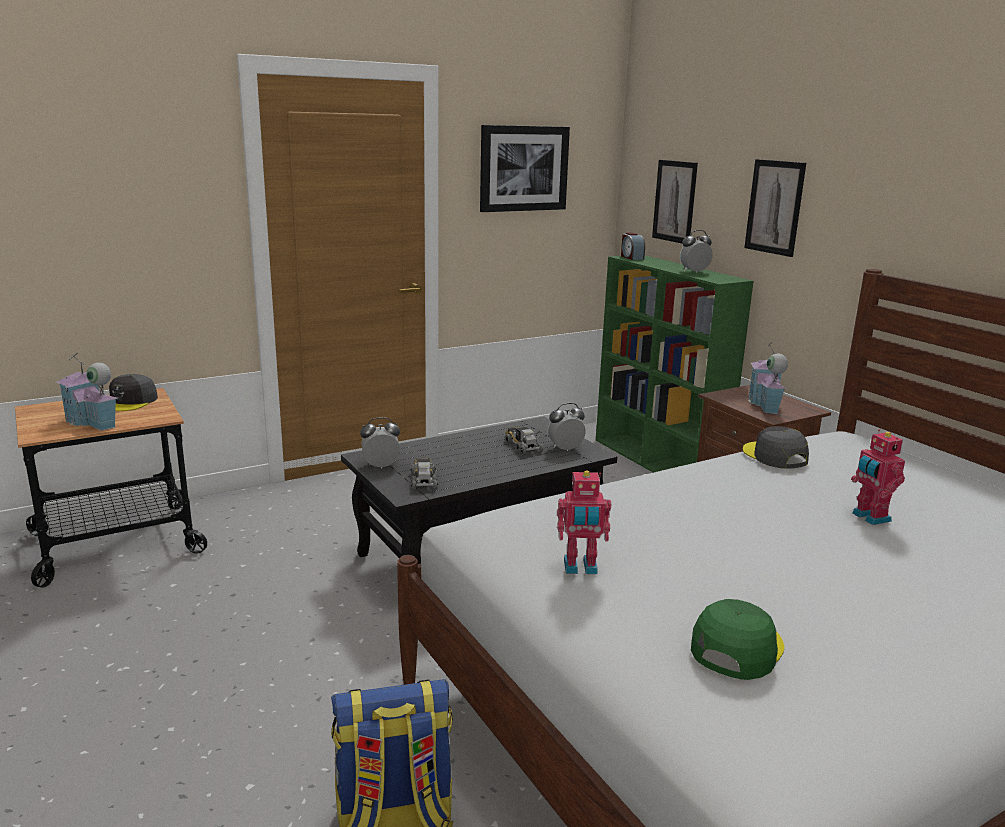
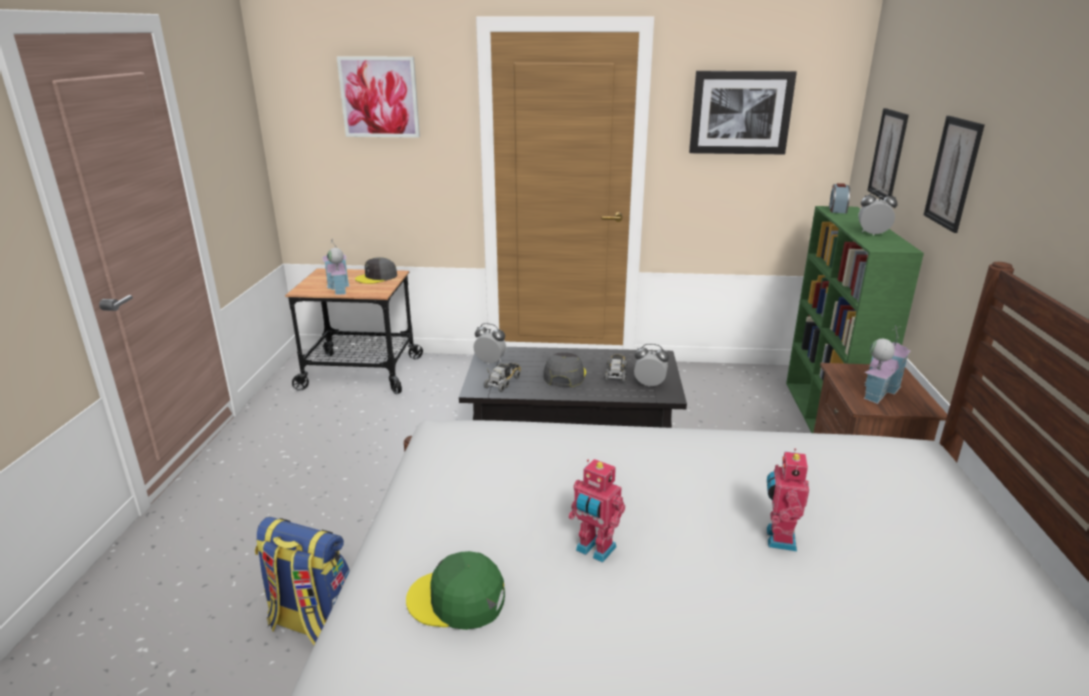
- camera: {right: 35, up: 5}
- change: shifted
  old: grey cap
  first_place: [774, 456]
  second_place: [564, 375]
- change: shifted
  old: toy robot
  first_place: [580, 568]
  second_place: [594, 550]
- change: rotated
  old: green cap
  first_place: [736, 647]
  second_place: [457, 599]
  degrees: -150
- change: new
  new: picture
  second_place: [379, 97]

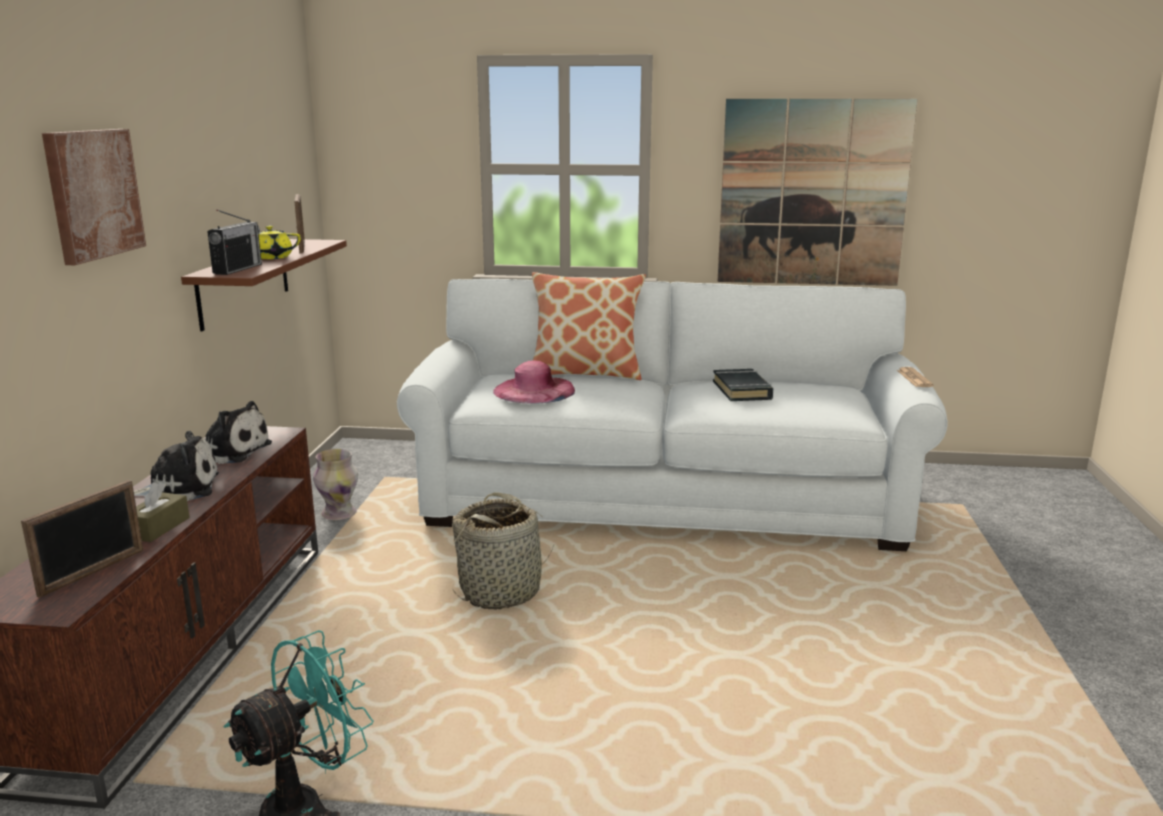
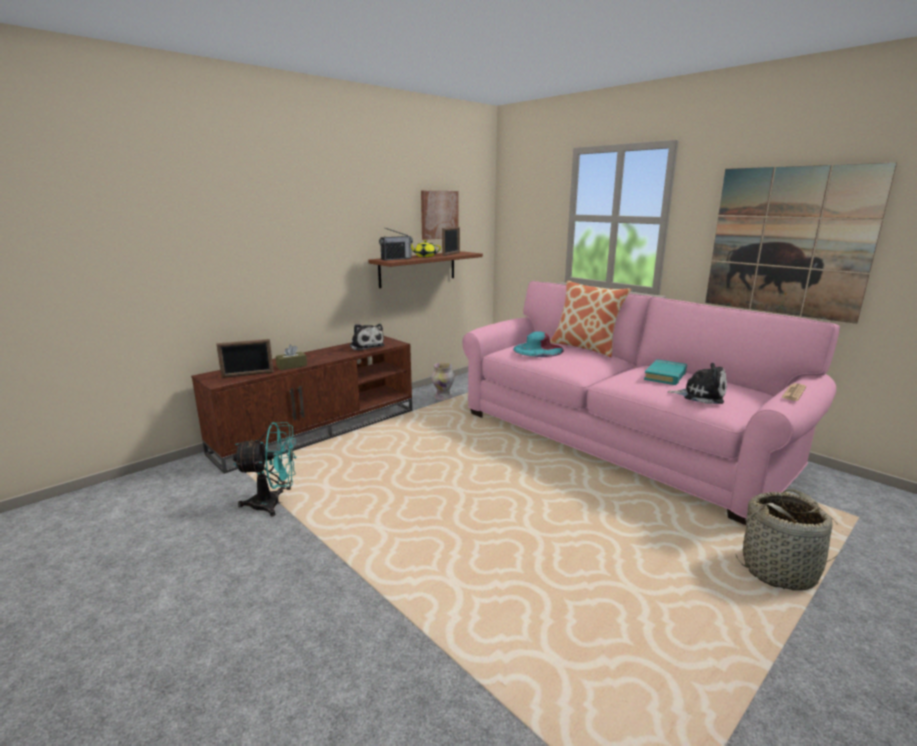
- camera: {right: 40, up: 0}
- change: shifted
  old: picture
  first_place: [93, 194]
  second_place: [439, 214]
- change: repainted
  old: white sofa
  new: pink sofa
  first_place: [663, 500]
  second_place: [616, 440]
- change: repainted
  old: pink hat
  new: turquoise hat
  first_place: [534, 390]
  second_place: [538, 349]
- change: repainted
  old: black book
  new: turquoise book
  first_place: [742, 390]
  second_place: [665, 376]
- change: shifted
  old: plush toy
  first_place: [179, 488]
  second_place: [700, 395]
- change: shifted
  old: basket
  first_place: [501, 591]
  second_place: [779, 570]

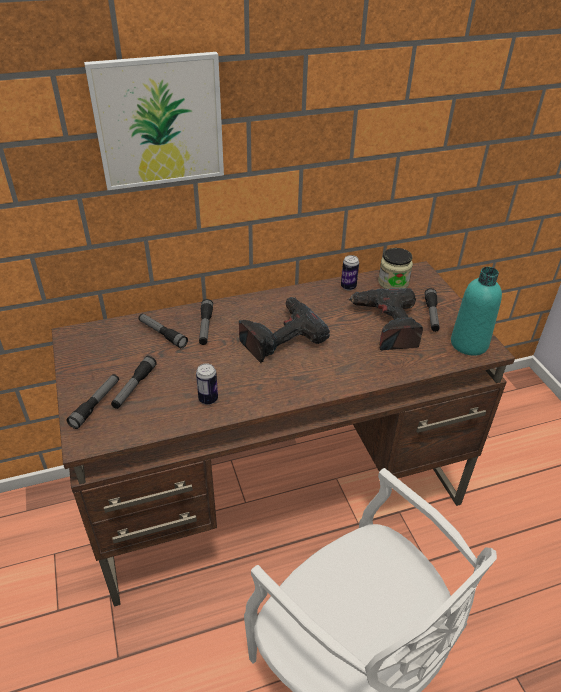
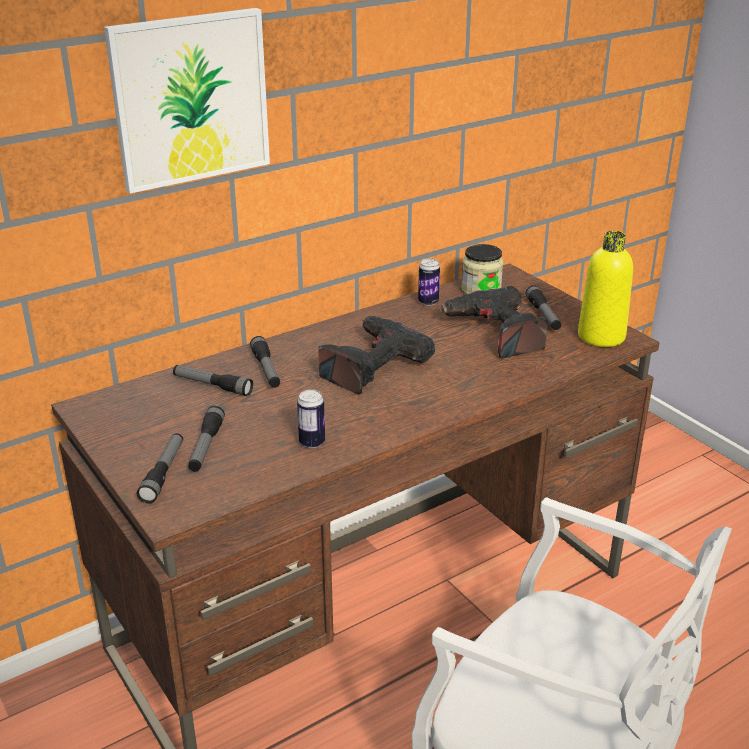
- camera: {right: -15, up: -10}
- change: repainted
  old: turquoise bottle
  new: yellow bottle
  first_place: [469, 344]
  second_place: [601, 336]

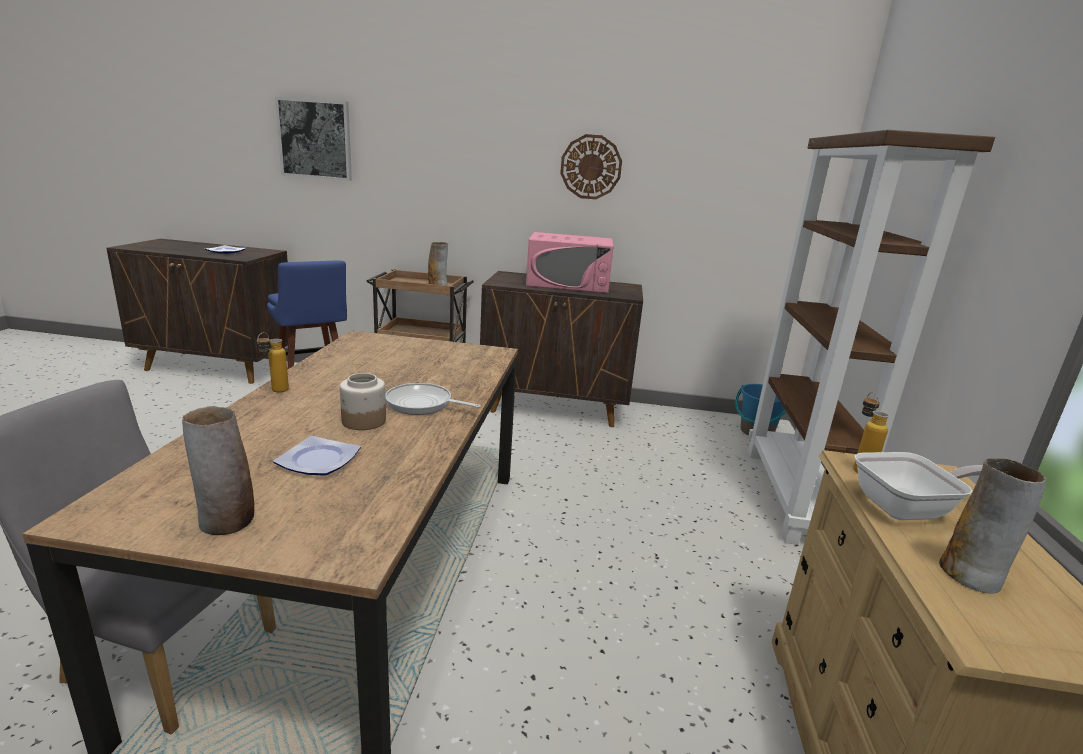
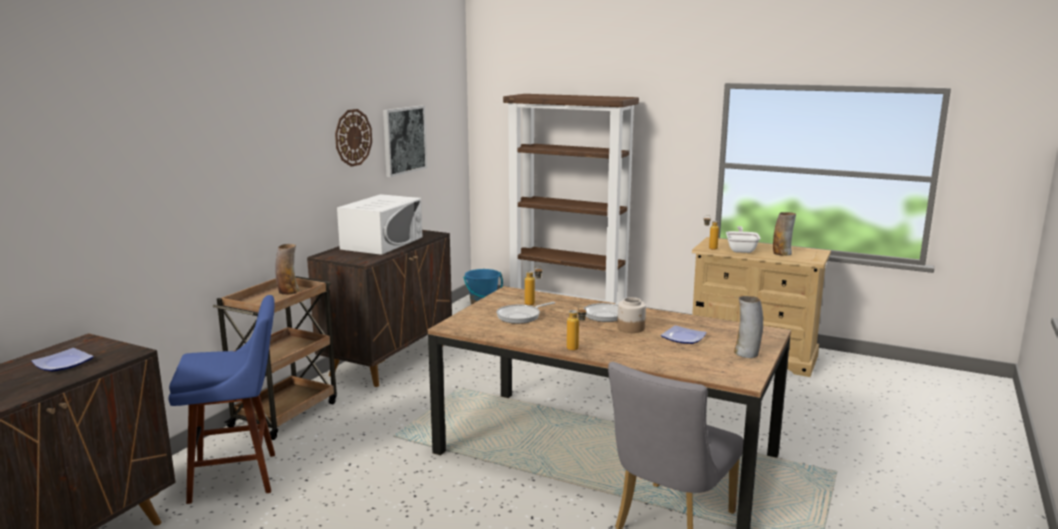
- camera: {right: -70, up: -5}
- change: shifted
  old: picture
  first_place: [315, 139]
  second_place: [404, 140]
- change: repainted
  old: pink microwave
  new: white microwave
  first_place: [568, 284]
  second_place: [382, 243]
- change: new
  new: bottle
  second_place: [533, 304]
- change: new
  new: frying pan
  second_place: [521, 316]

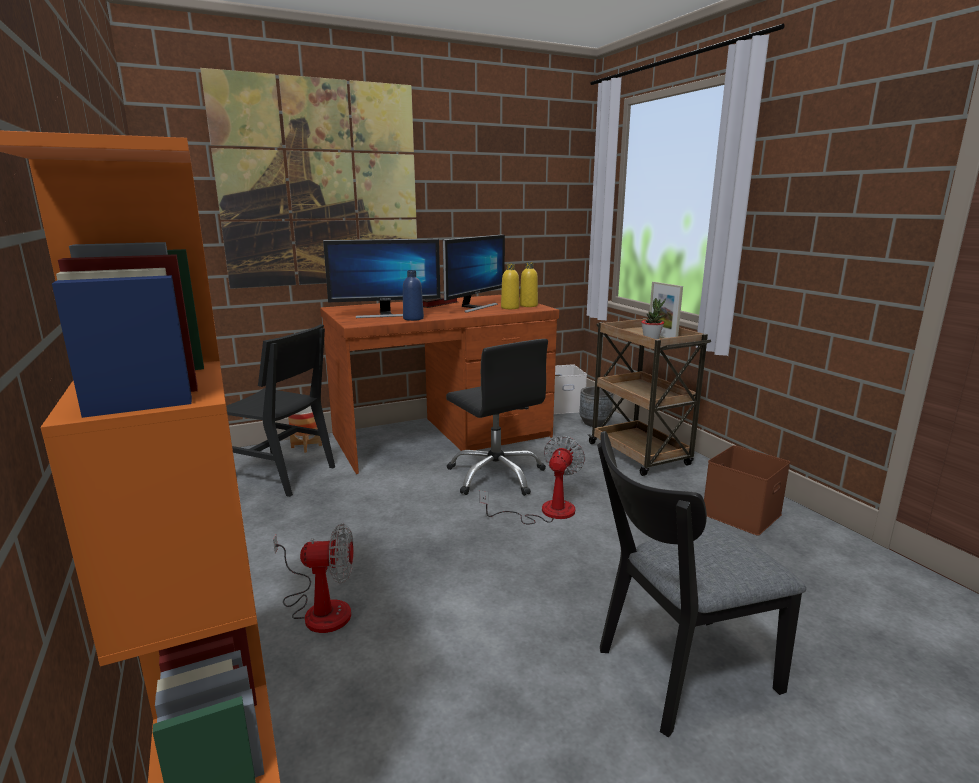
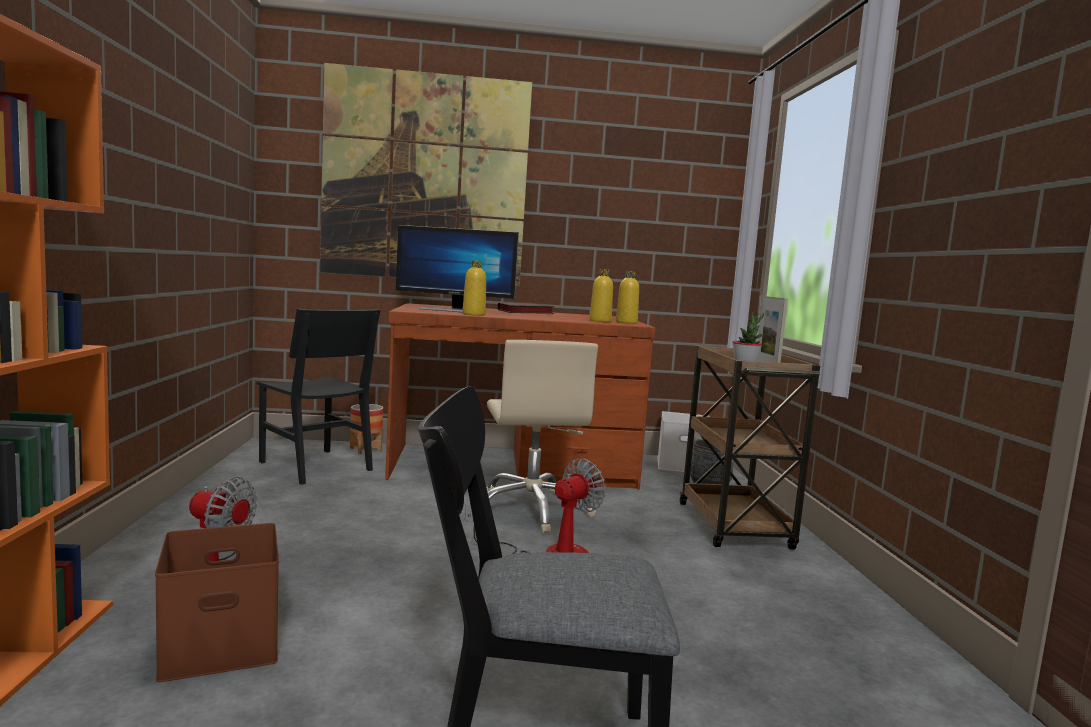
- camera: {right: 20, up: -10}
- change: gone
  old: monitor
  first_place: [474, 307]
- change: repainted
  old: blue bottle
  new: yellow bottle
  first_place: [413, 318]
  second_place: [473, 314]
- change: repainted
  old: black office chair
  new: beige office chair
  first_place: [496, 475]
  second_place: [531, 510]
- change: shifted
  old: brown storage box
  first_place: [740, 513]
  second_place: [223, 642]

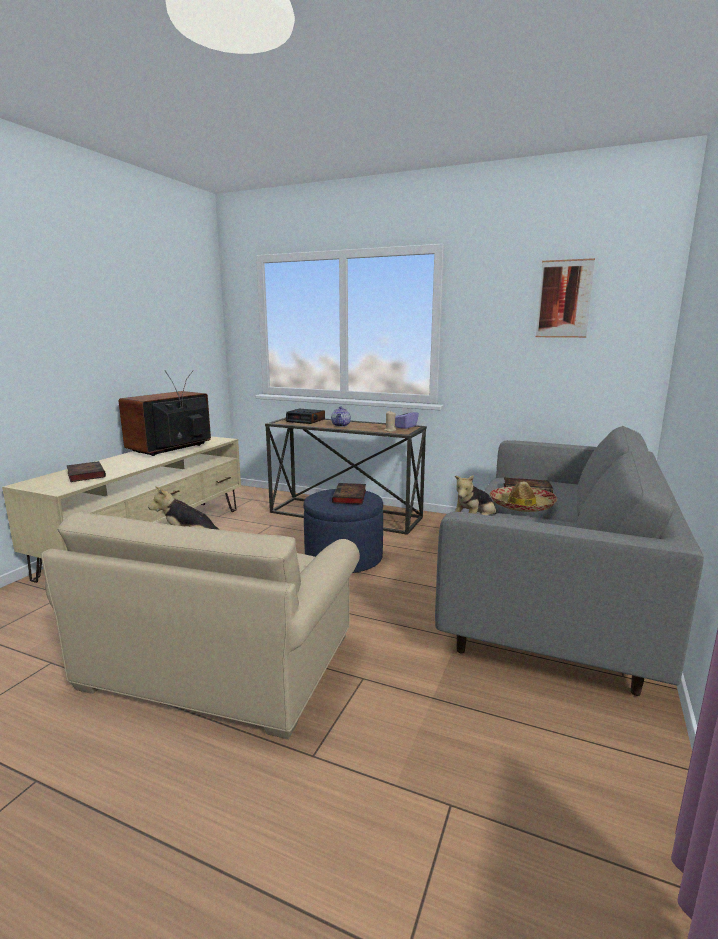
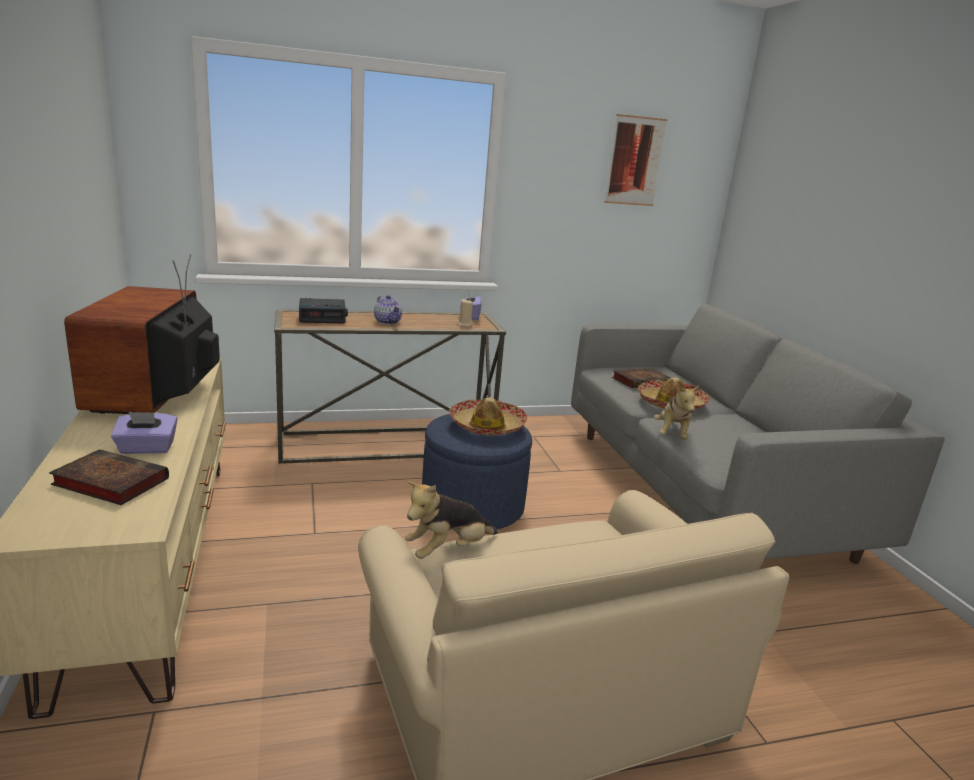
- camera: {right: -40, up: 5}
- change: swapped
  old: book
  new: hat
  first_place: [350, 497]
  second_place: [486, 426]
- change: new
  new: purple tissue box
  second_place: [146, 449]

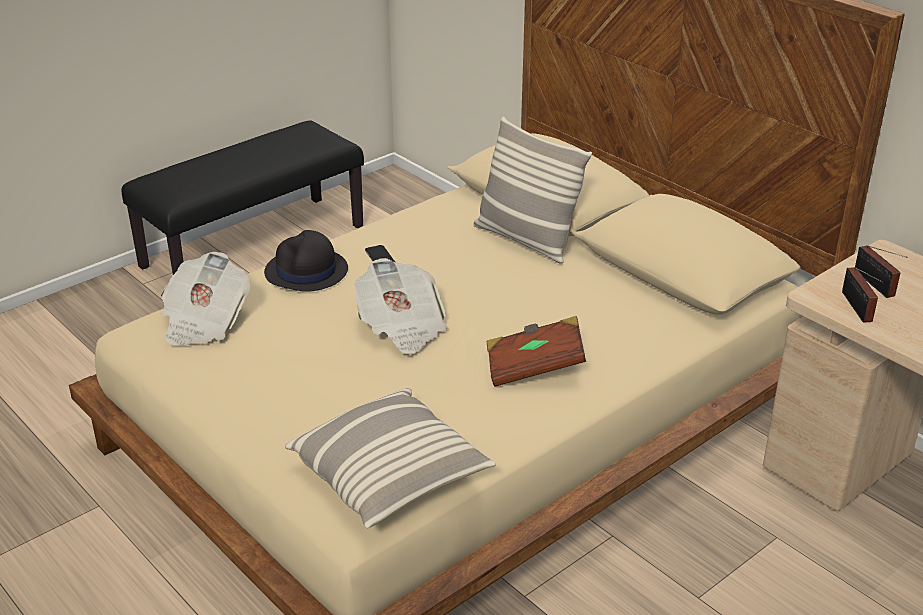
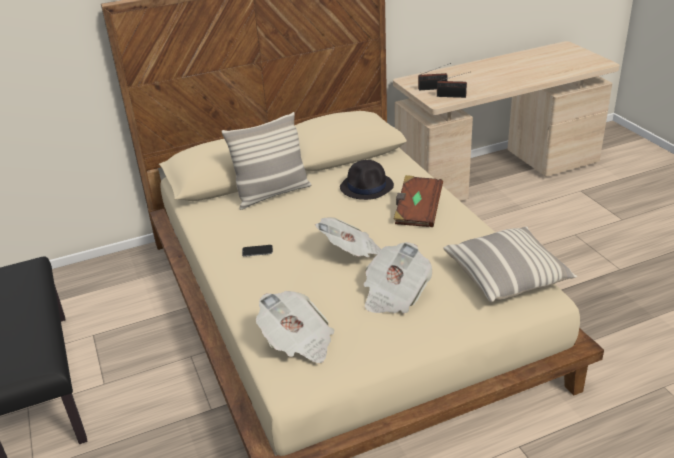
- camera: {right: -70, up: 0}
- change: shifted
  old: black hat
  first_place: [306, 272]
  second_place: [367, 187]
- change: new
  new: newspaper
  second_place: [394, 294]

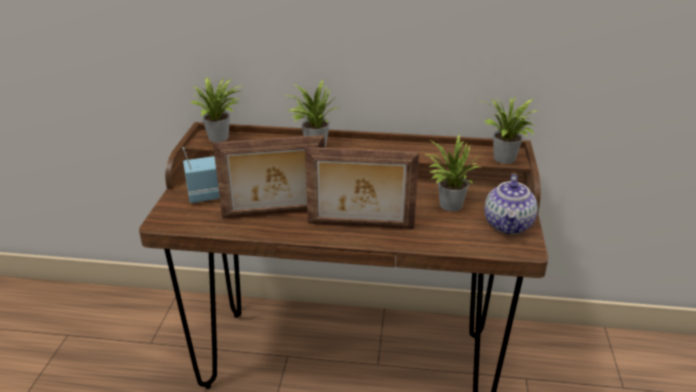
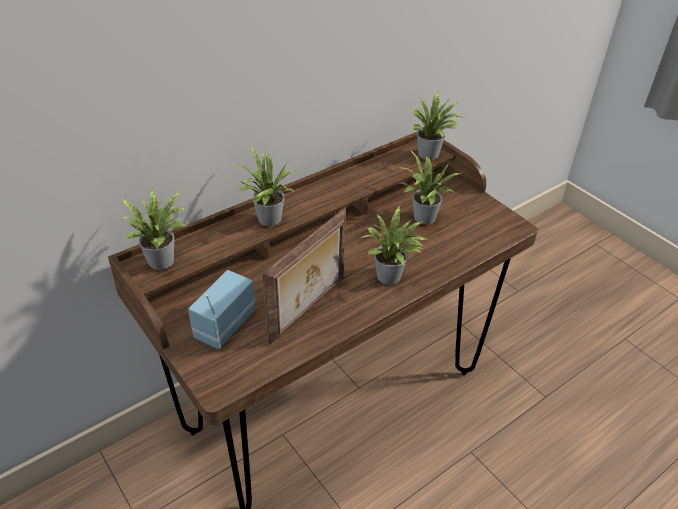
- camera: {right: -45, up: 10}
- change: swapped
  old: picture frame
  new: potted plant
  first_place: [360, 226]
  second_place: [391, 278]
- change: gone
  old: teapot
  first_place: [509, 225]

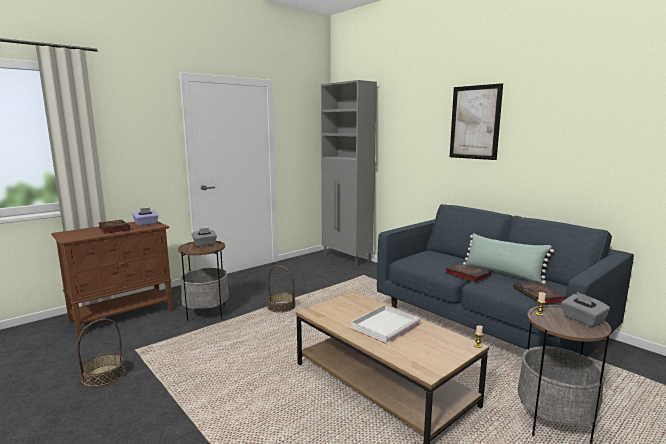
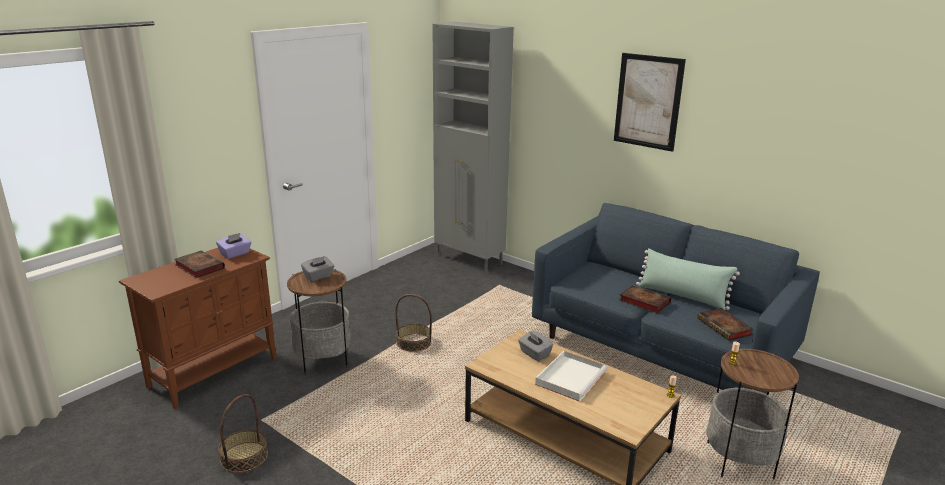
- camera: {right: -10, up: 10}
- change: shifted
  old: grey tissue box
  first_place: [582, 320]
  second_place: [534, 354]

